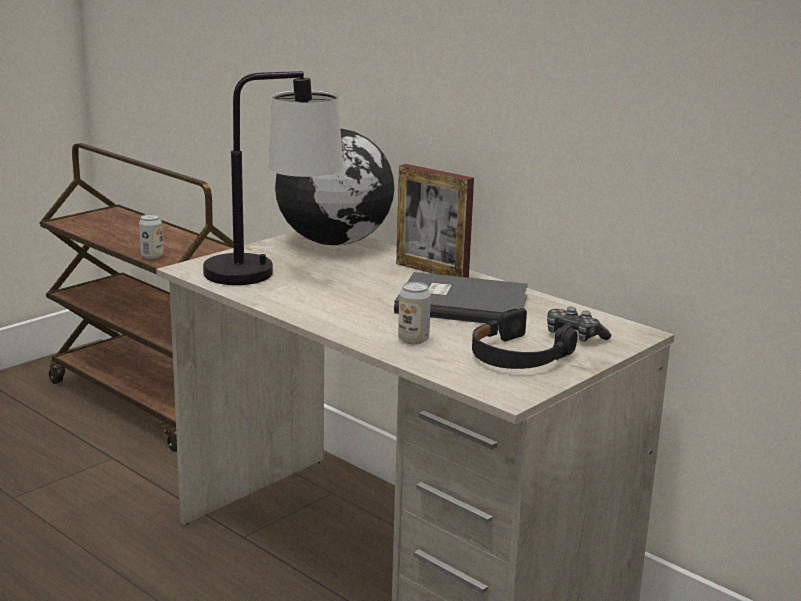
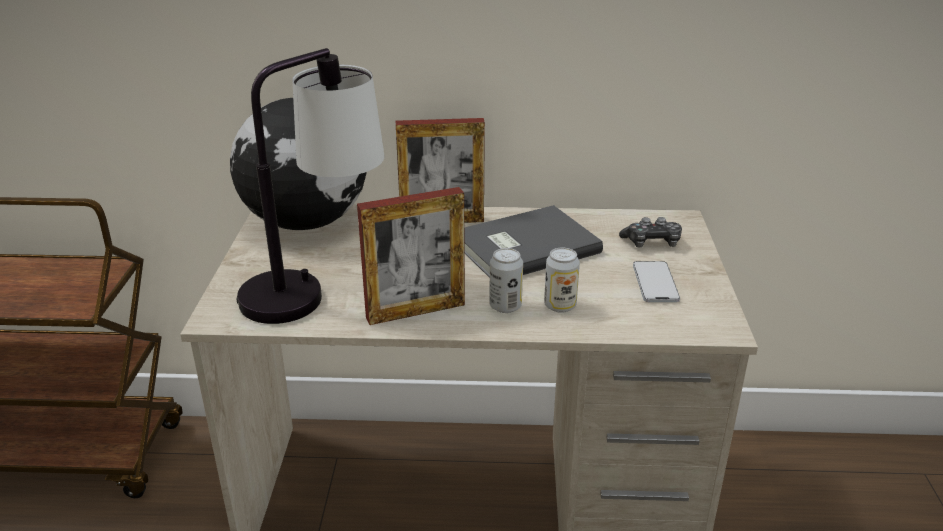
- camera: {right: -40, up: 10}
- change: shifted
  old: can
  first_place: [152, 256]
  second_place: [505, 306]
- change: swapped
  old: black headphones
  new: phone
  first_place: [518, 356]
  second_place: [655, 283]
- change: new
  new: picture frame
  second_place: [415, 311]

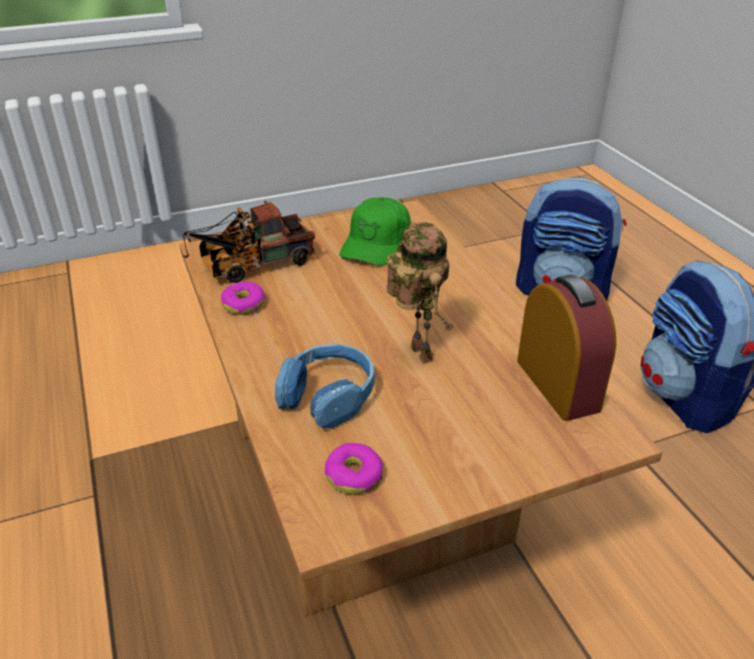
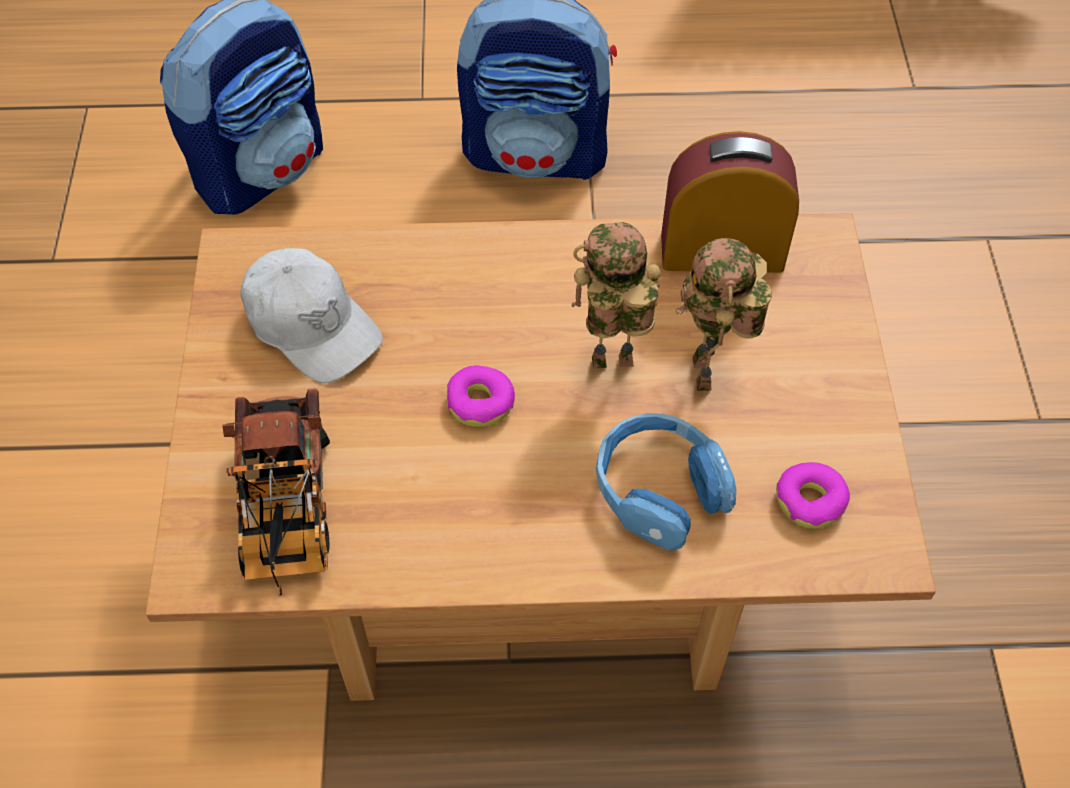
- camera: {right: -70, up: 20}
- change: repainted
  old: green cap
  new: white cap
  first_place: [376, 243]
  second_place: [311, 325]
- change: shifted
  old: donut
  first_place: [243, 304]
  second_place: [480, 402]
- change: new
  new: toy robot
  second_place: [707, 376]

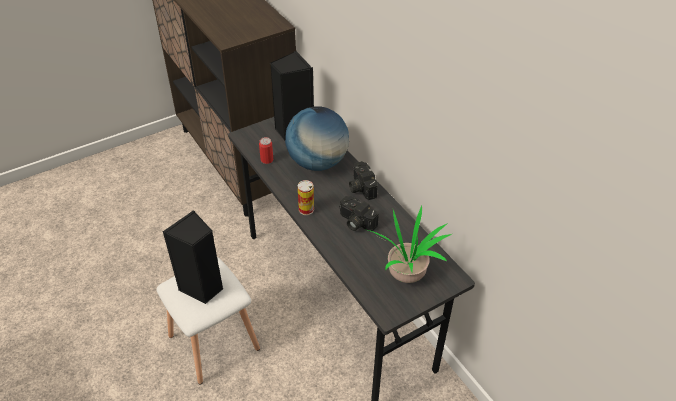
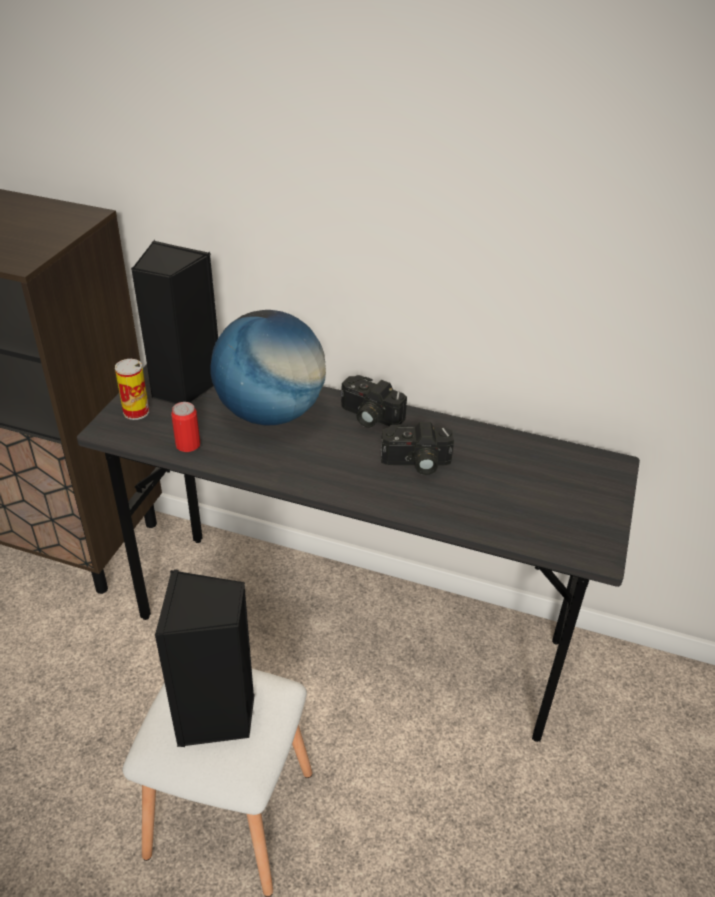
- camera: {right: -40, up: -5}
- change: shifted
  old: can
  first_place: [306, 209]
  second_place: [136, 412]
- change: gone
  old: potted plant
  first_place: [406, 273]

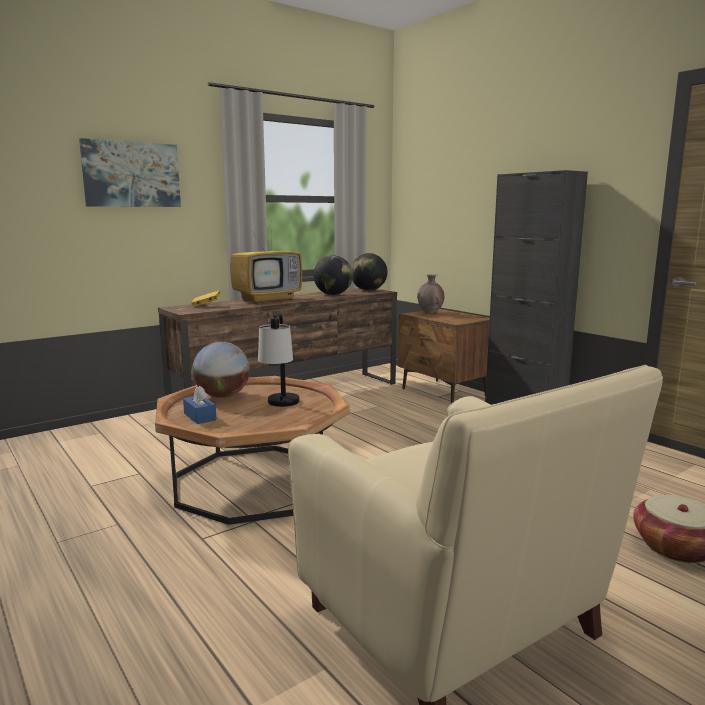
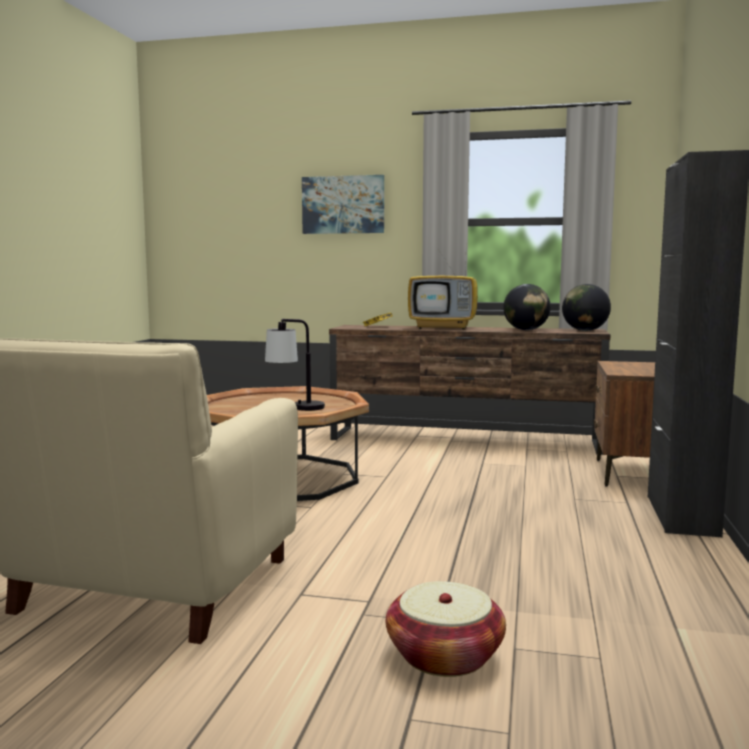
- camera: {right: 50, up: -5}
- change: gone
  old: brown vase
  first_place: [430, 312]
- change: gone
  old: globe
  first_place: [222, 396]
- change: gone
  old: blue tissue box
  first_place: [200, 417]

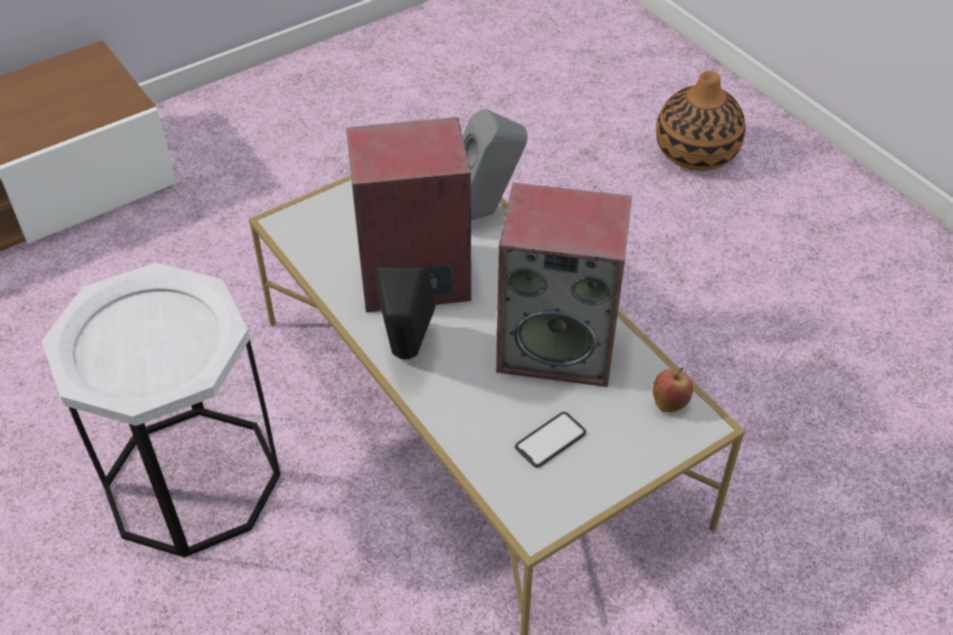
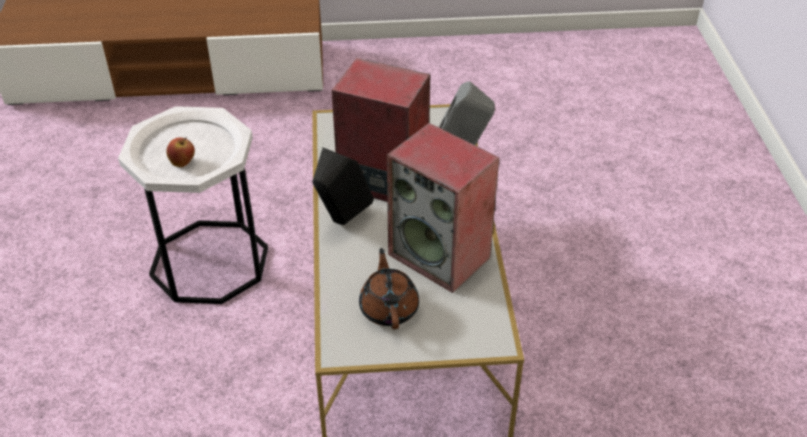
- camera: {right: 30, up: -5}
- change: gone
  old: vase
  first_place: [695, 152]
- change: shifted
  old: apple
  first_place: [669, 403]
  second_place: [183, 163]
- change: swapped
  old: phone
  new: brown teapot
  first_place: [550, 440]
  second_place: [389, 308]

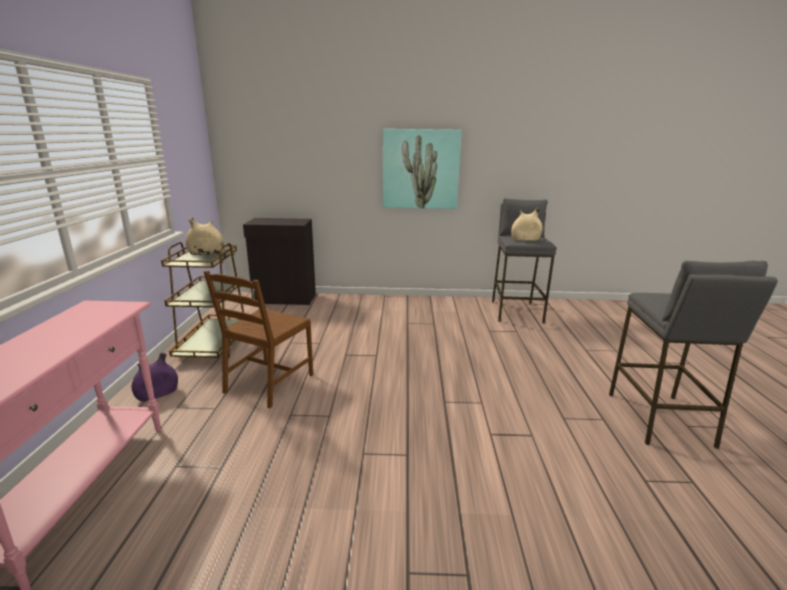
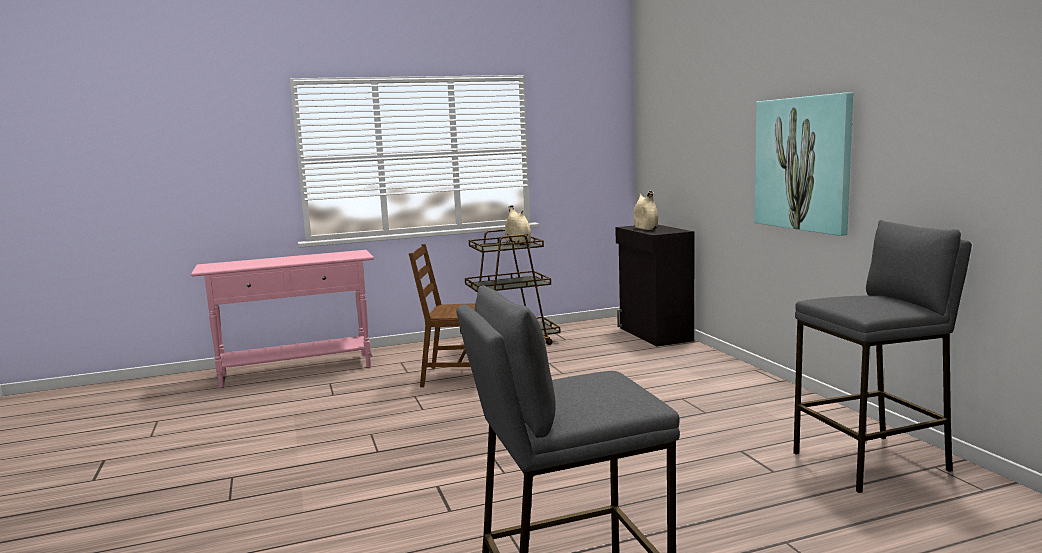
- camera: {right: 70, up: -10}
- change: shifted
  old: beige vase
  first_place: [525, 239]
  second_place: [645, 228]
- change: gone
  old: purple vase
  first_place: [157, 394]

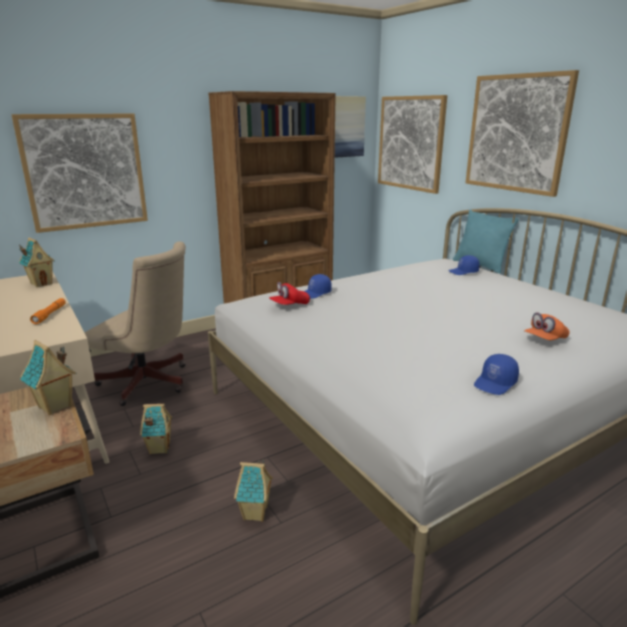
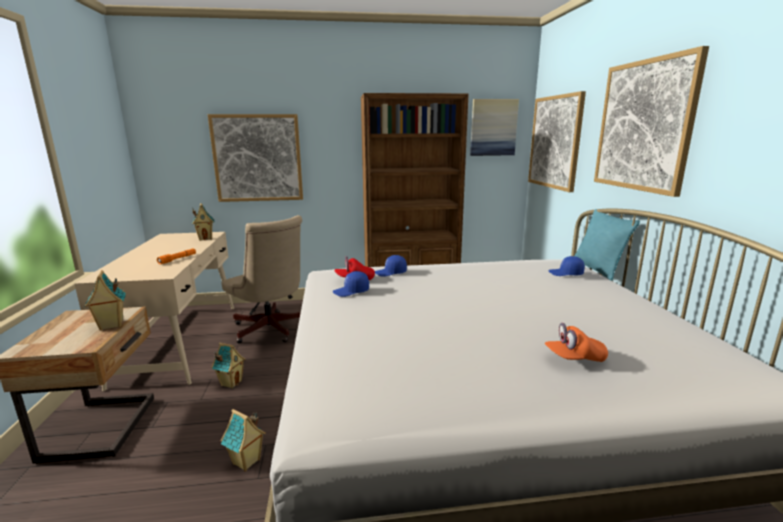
- camera: {right: 25, up: -5}
- change: shifted
  old: blue cap
  first_place: [495, 383]
  second_place: [351, 291]

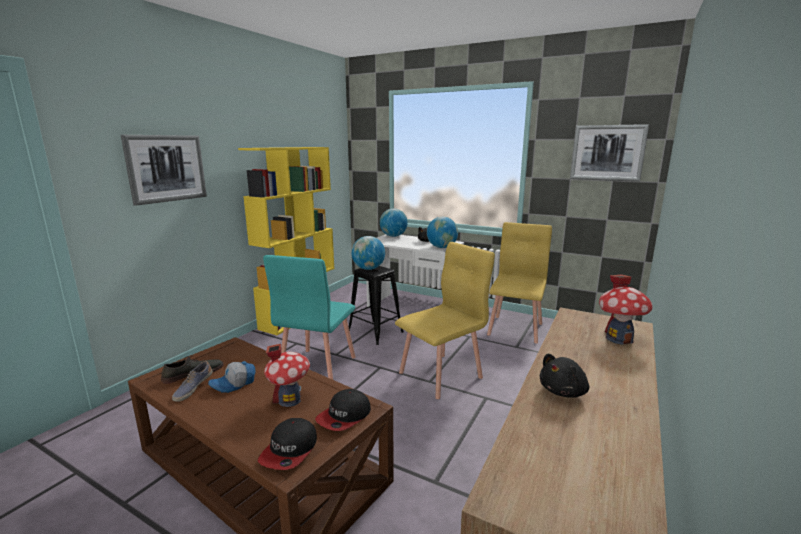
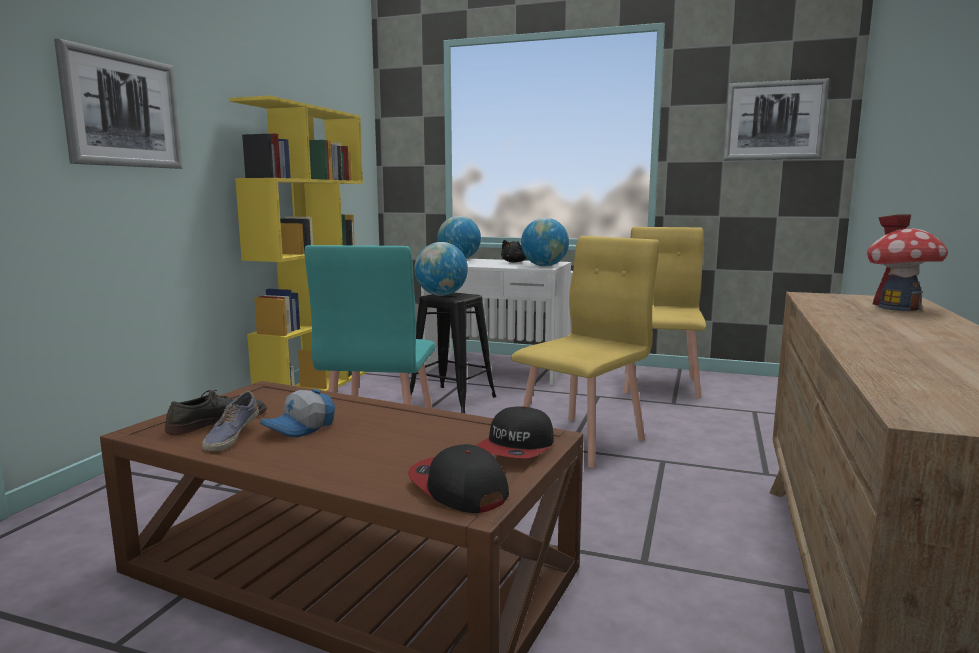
- camera: {right: -10, up: -5}
- change: gone
  old: toy house
  first_place: [290, 399]
- change: gone
  old: black plush toy
  first_place: [564, 391]
- change: rotated
  old: cap
  first_place: [290, 450]
  second_place: [457, 488]
  degrees: 135

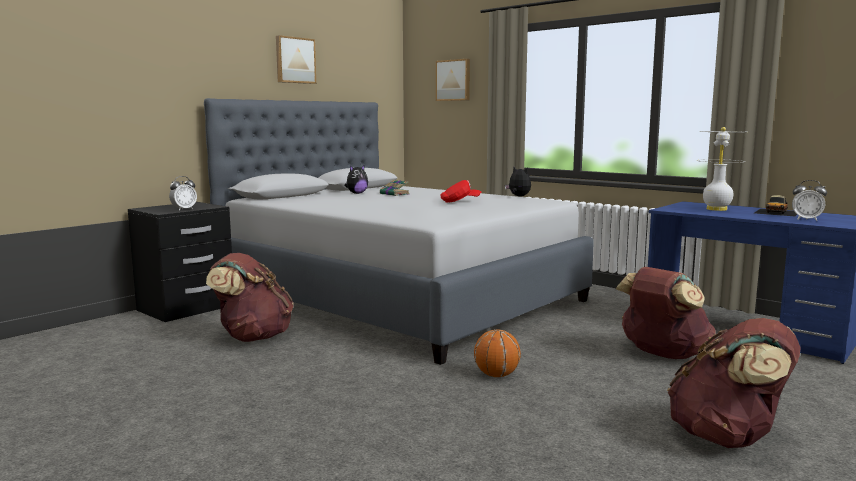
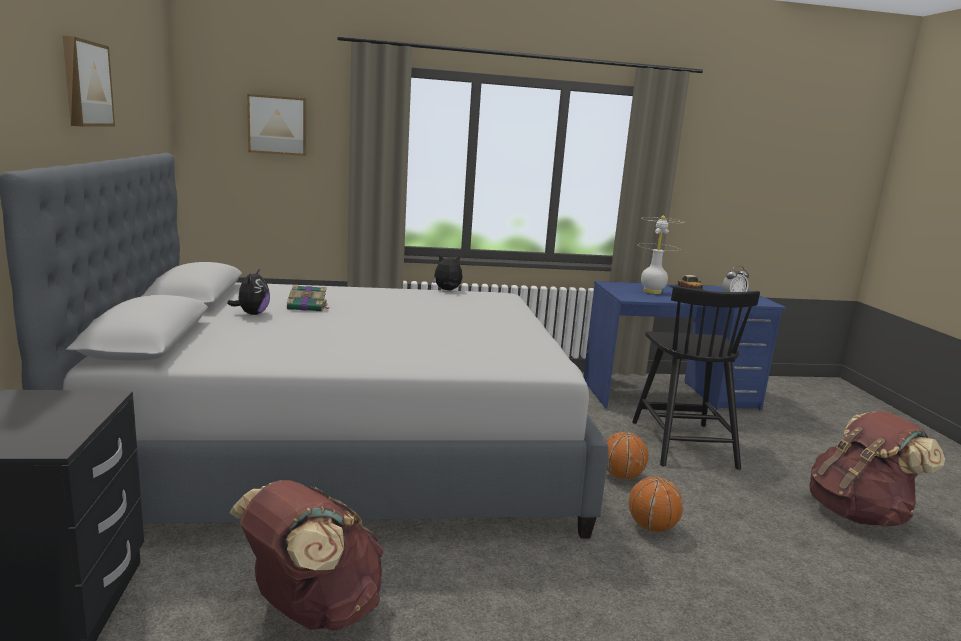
- camera: {right: -50, up: 5}
- change: gone
  old: alarm clock
  first_place: [184, 209]
- change: gone
  old: red cap
  first_place: [460, 201]
- change: swapped
  old: brown backpack
  new: black chair
  first_place: [662, 354]
  second_place: [682, 443]
- change: new
  new: basketball
  second_place: [621, 476]

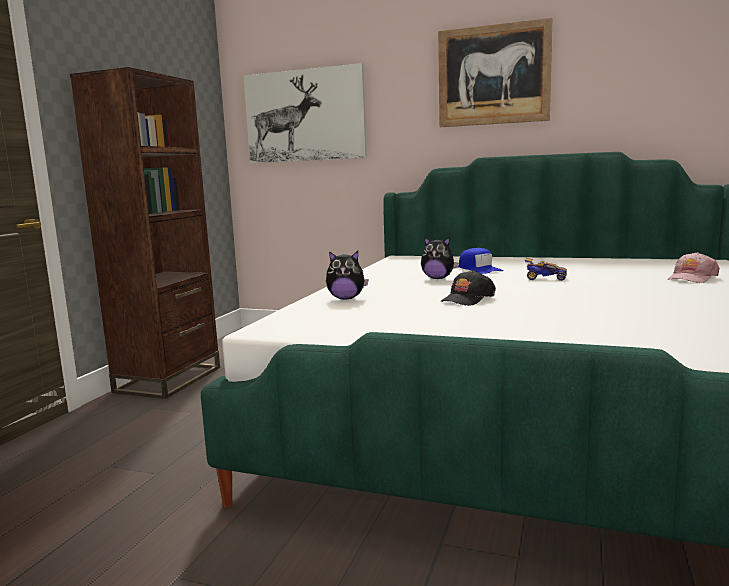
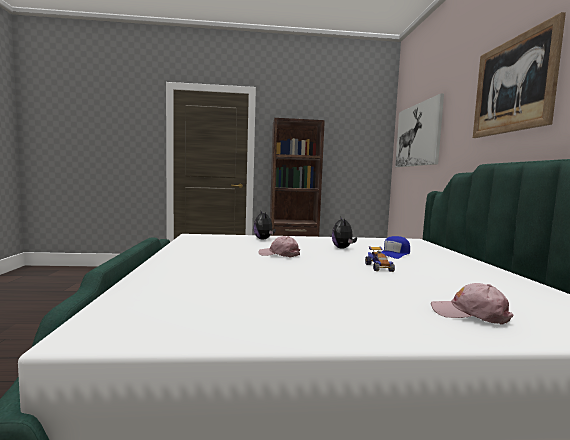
- camera: {right: 65, up: -5}
- change: repainted
  old: black cap
  new: pink cap
  first_place: [467, 299]
  second_place: [279, 254]

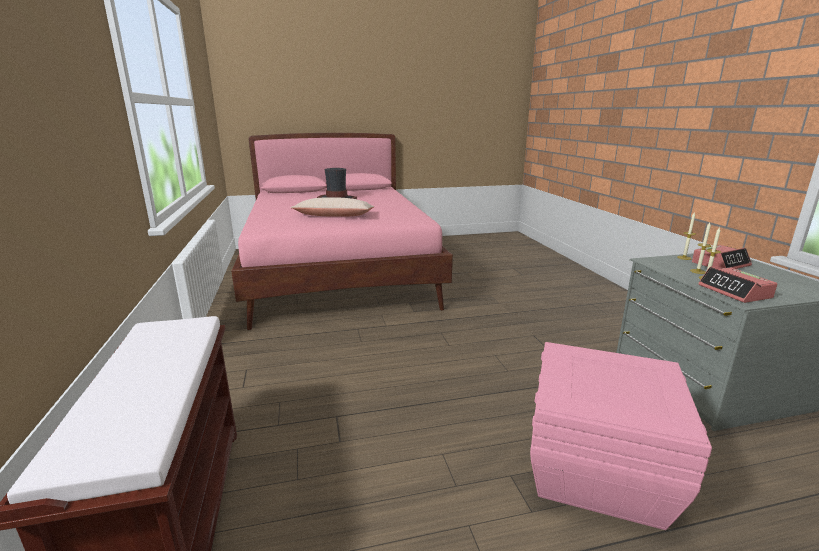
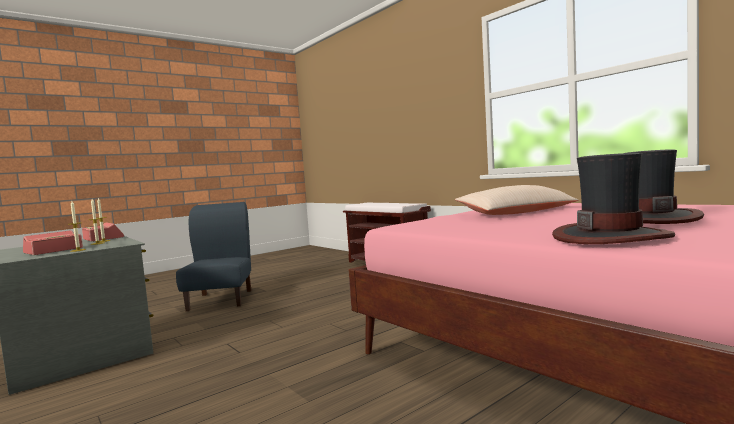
- camera: {right: 155, up: -15}
- change: swapped
  old: pink storage box
  new: blue chair
  first_place: [595, 469]
  second_place: [221, 300]
- change: new
  new: hat
  second_place: [610, 236]

